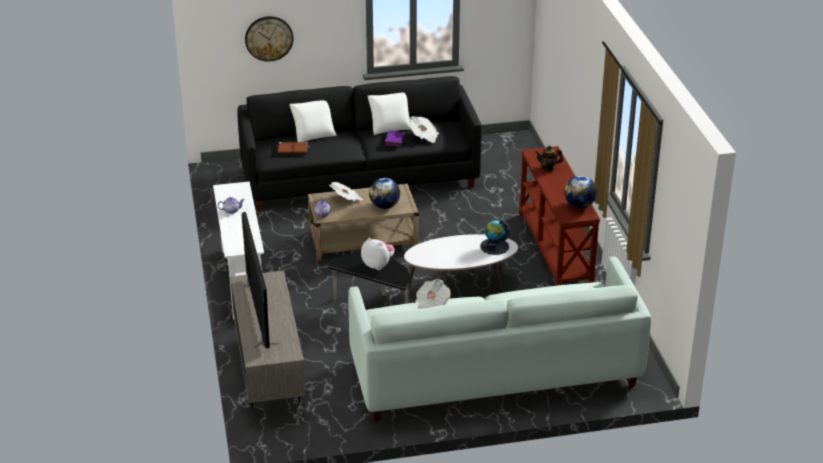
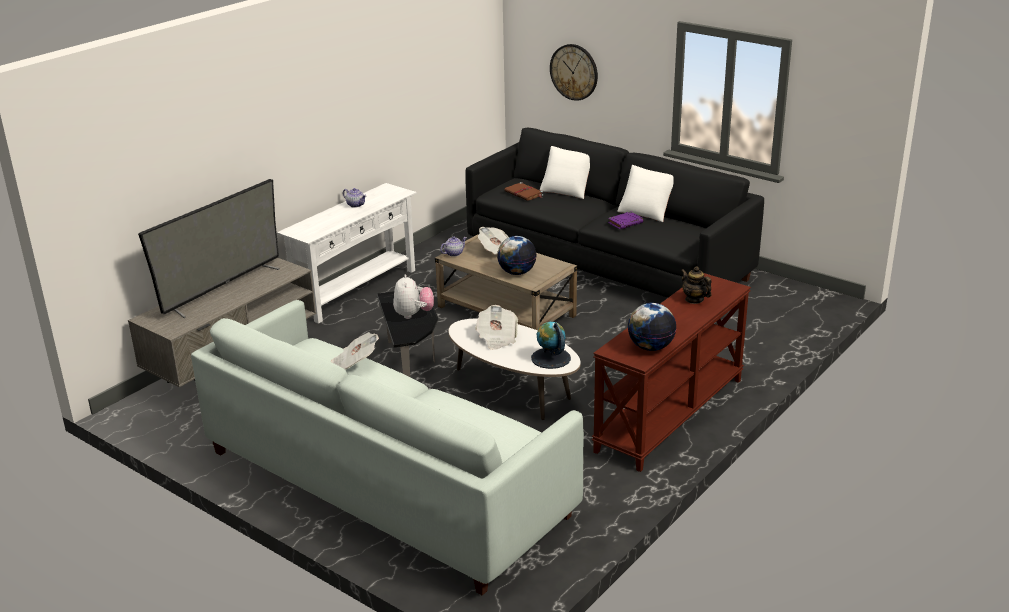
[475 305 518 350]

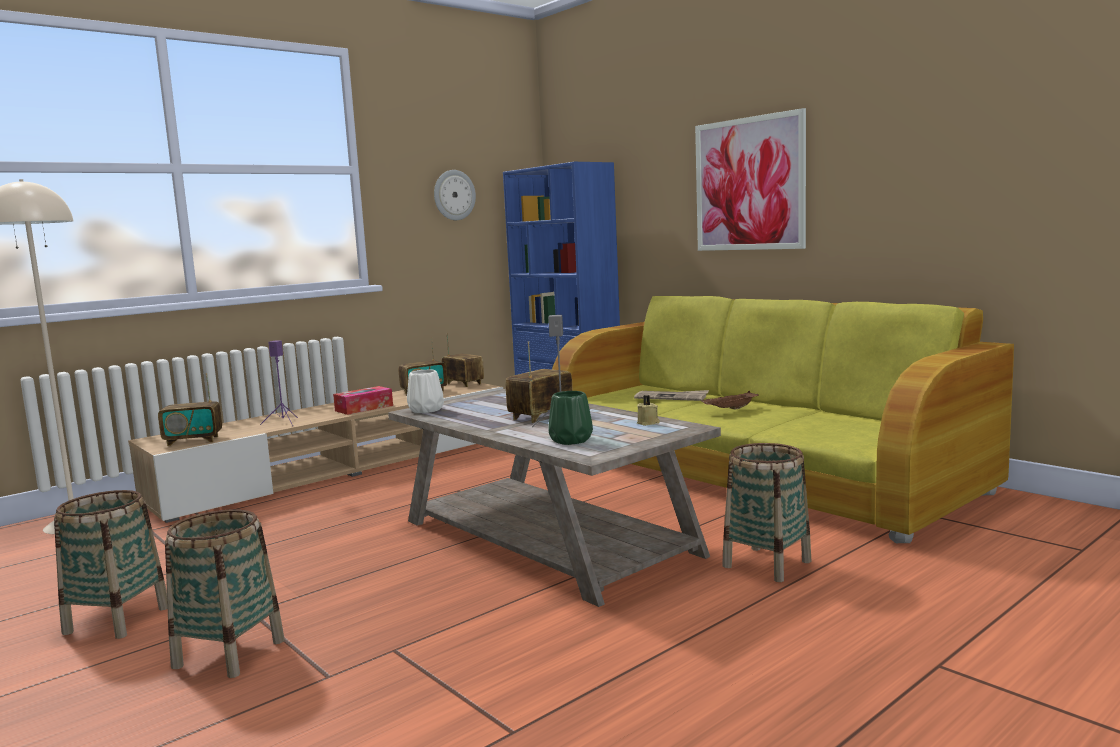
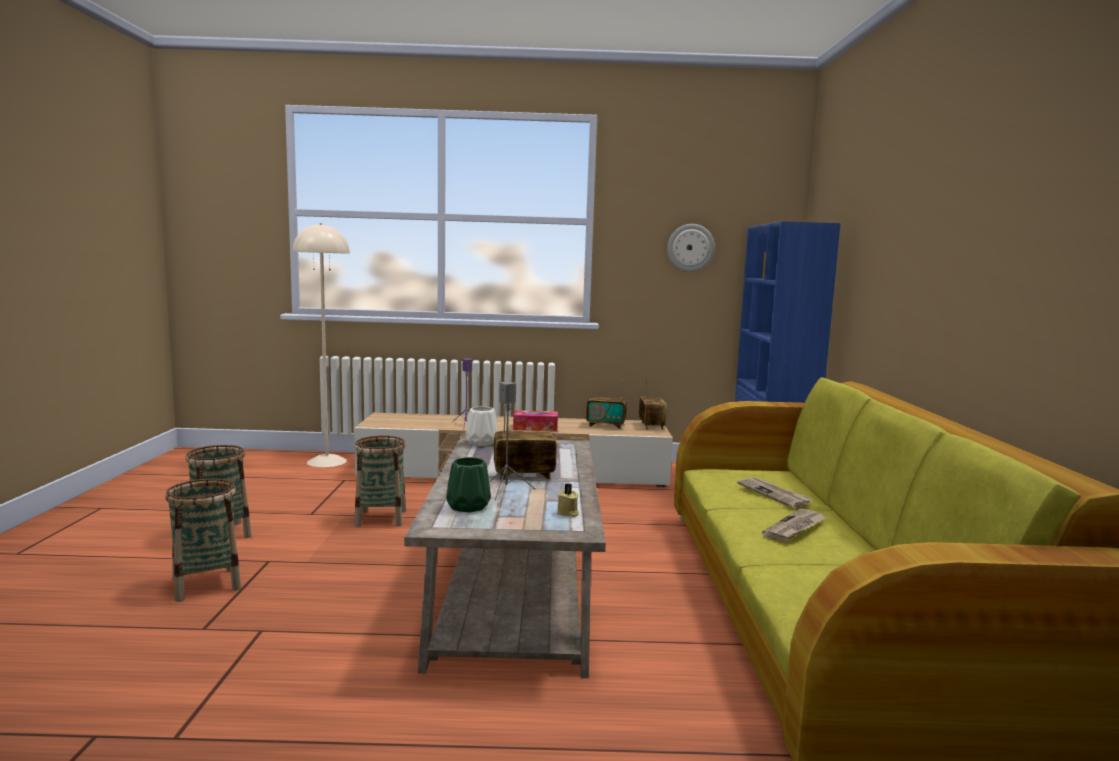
[354 436 406 527]
[762 509 827 542]
[158 373 222 446] (first image)
[695 108 806 251] (first image)

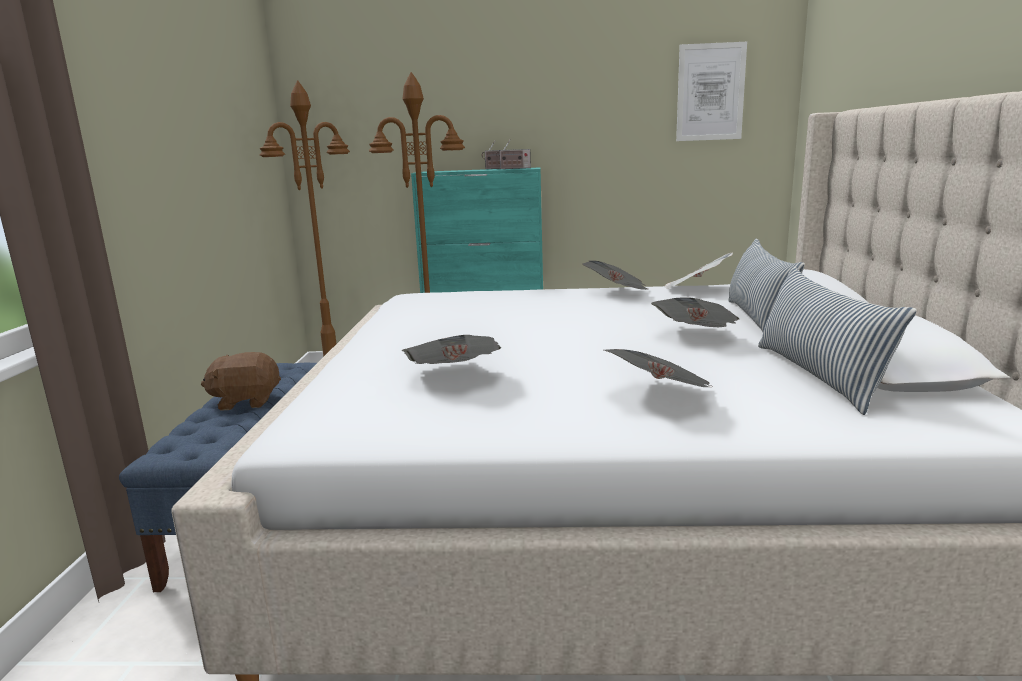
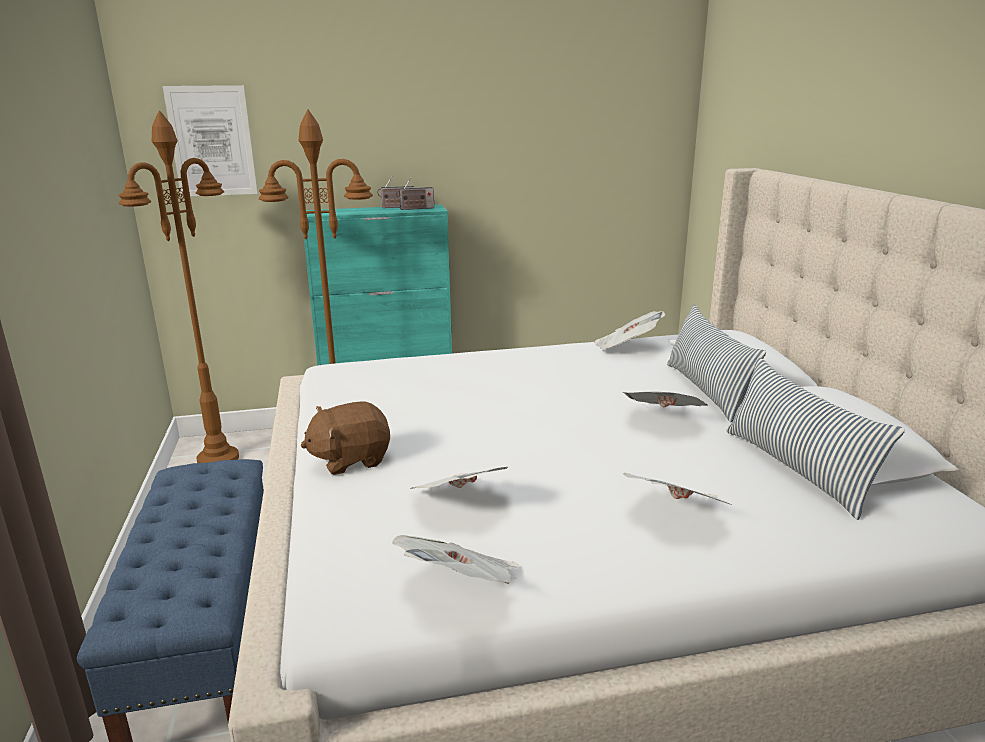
[163 85 258 197]
[301 401 390 475]
[392 535 519 584]

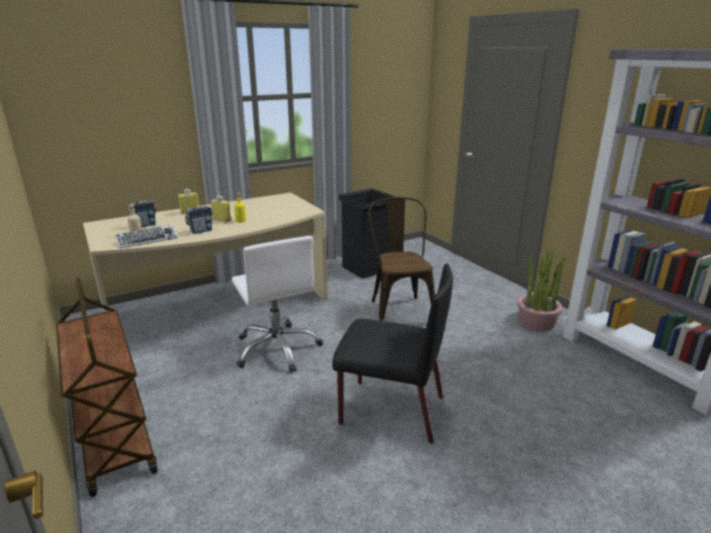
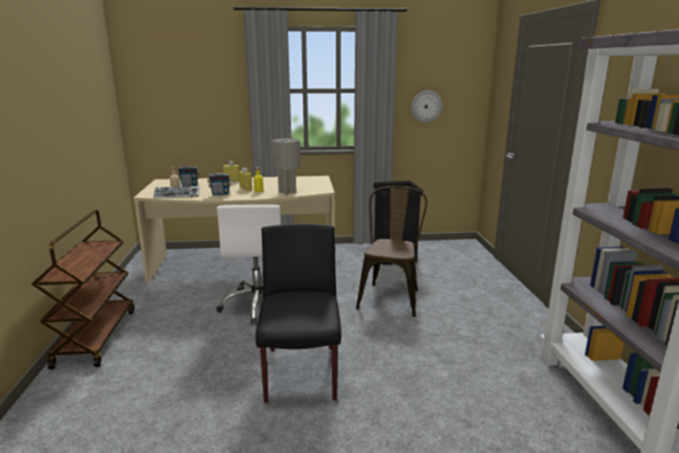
[255 224 341 403]
[271 138 301 195]
[411 91 442 123]
[517 250 566 331] (first image)

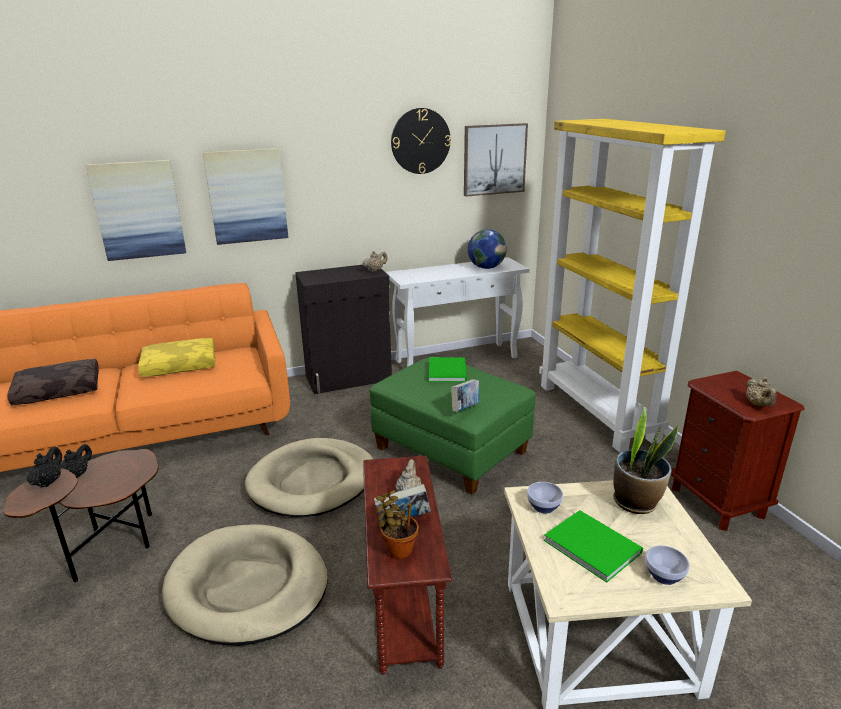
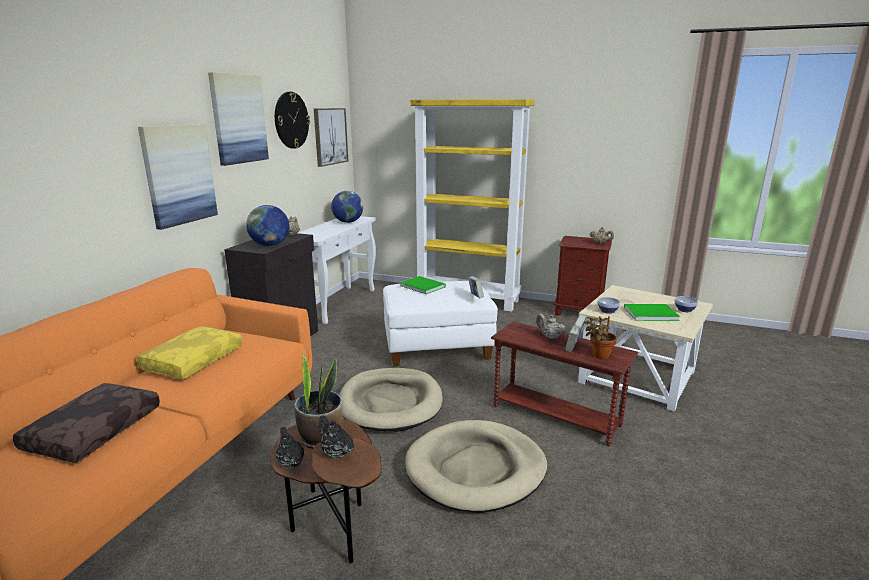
[208 72 269 166]
[246 205 289 246]
[294 353 342 449]
[383 281 498 366]

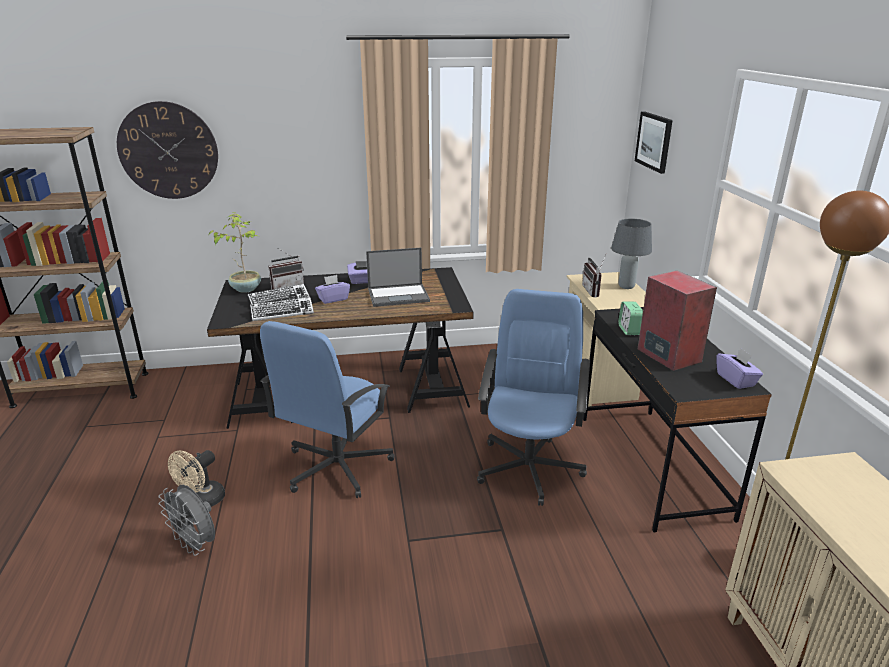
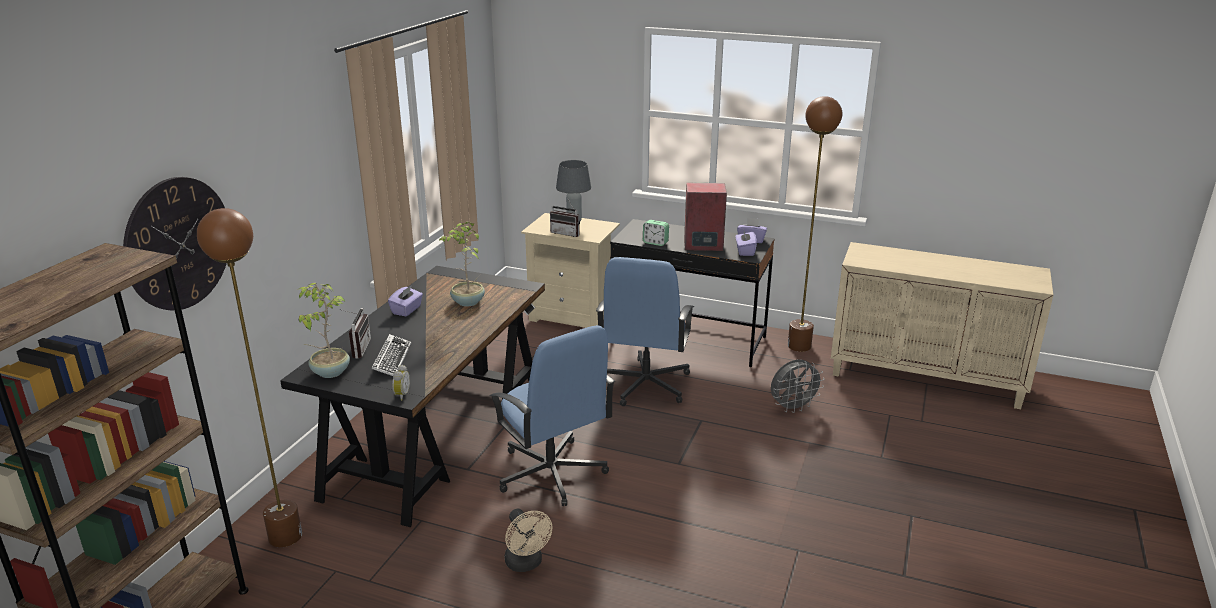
[197 208 302 547]
[392 365 410 401]
[439 221 485 307]
[596 257 694 406]
[736 228 757 256]
[771 359 825 413]
[250 297 314 321] (first image)
[635 111 673 174] (first image)

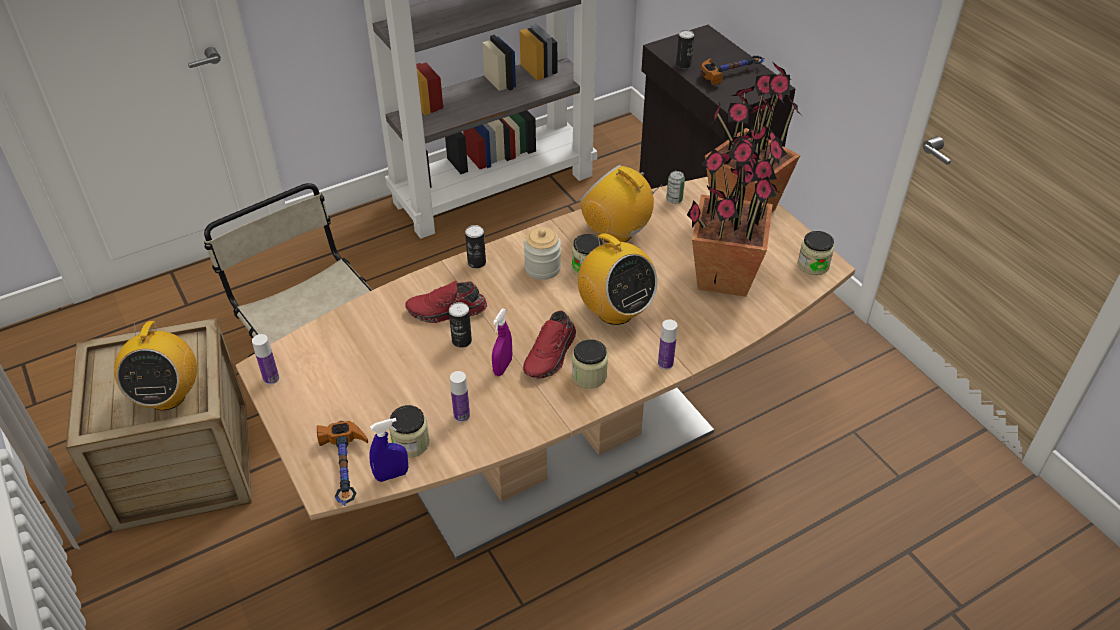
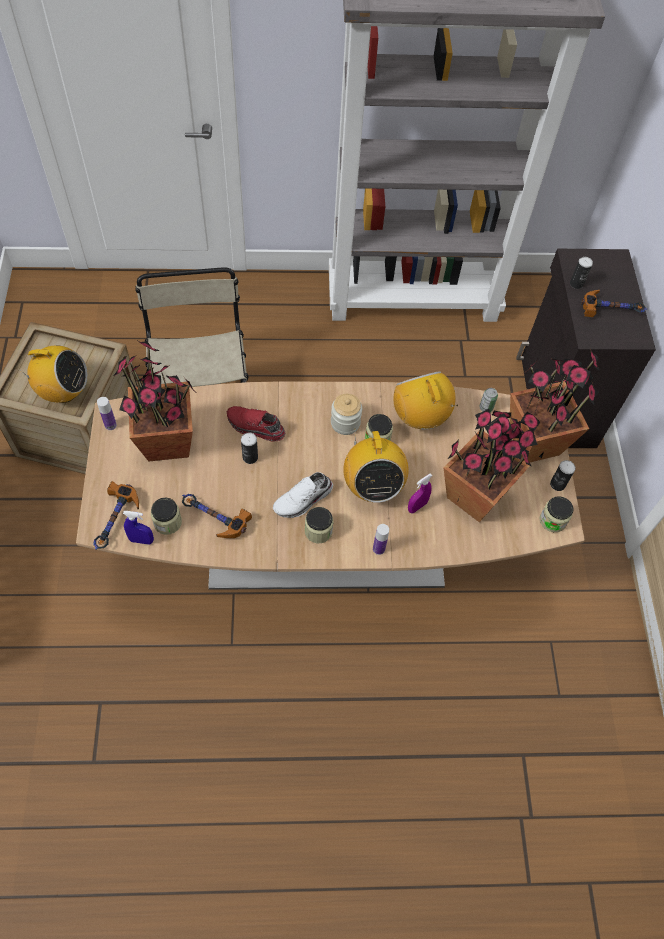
[17 345 88 403]
[113 341 195 461]
[182 494 252 538]
[273 472 333 518]
[408 473 433 513]
[550 460 576 491]

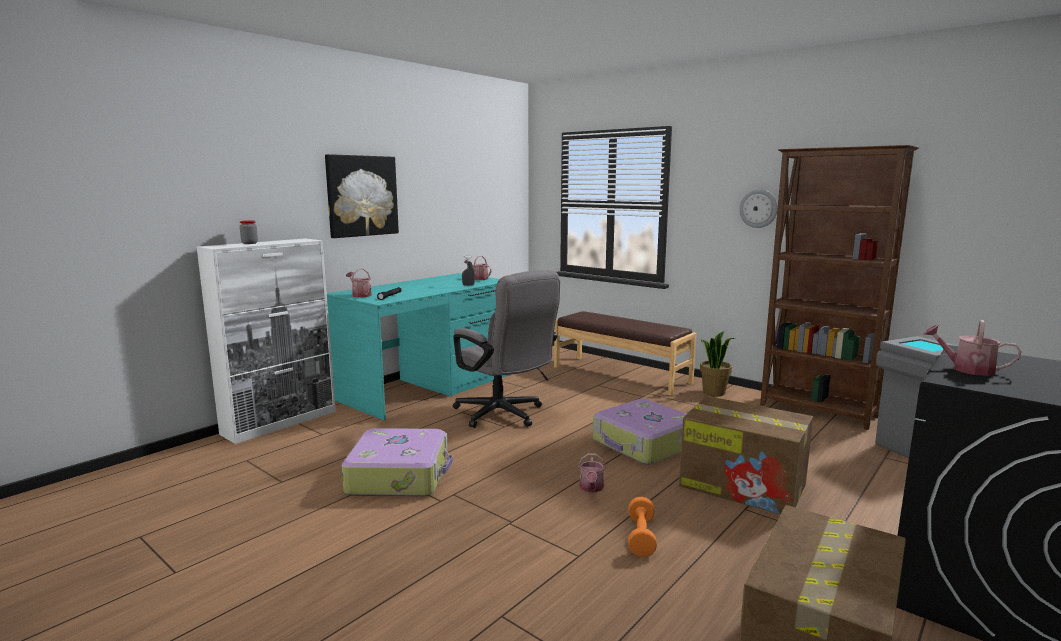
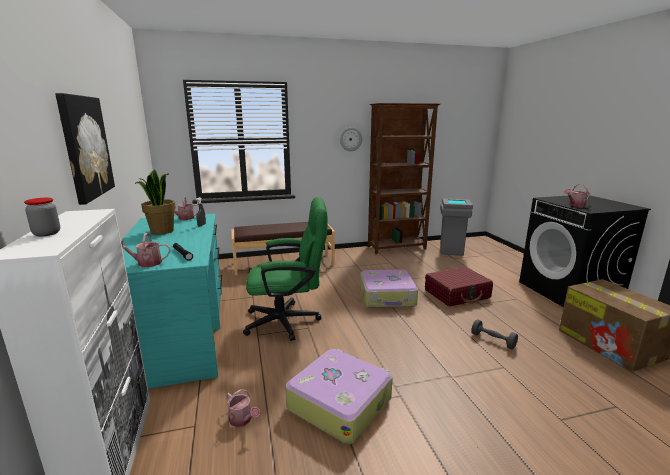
[135 169 176 235]
[226 389 260 427]
[243 197 327 341]
[425 267 493 306]
[471 319 518 349]

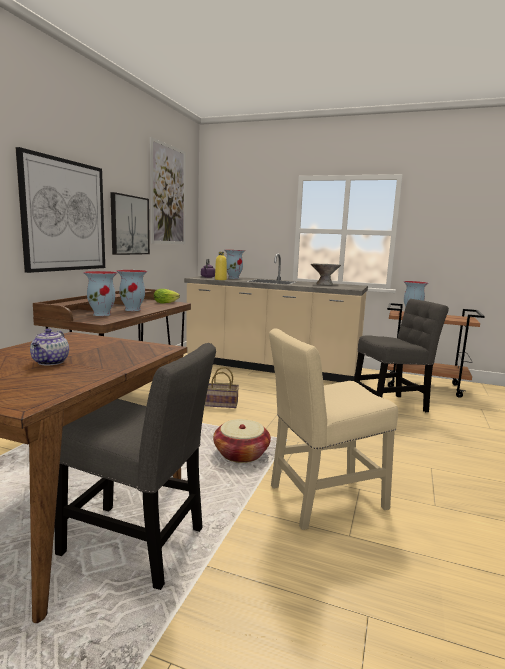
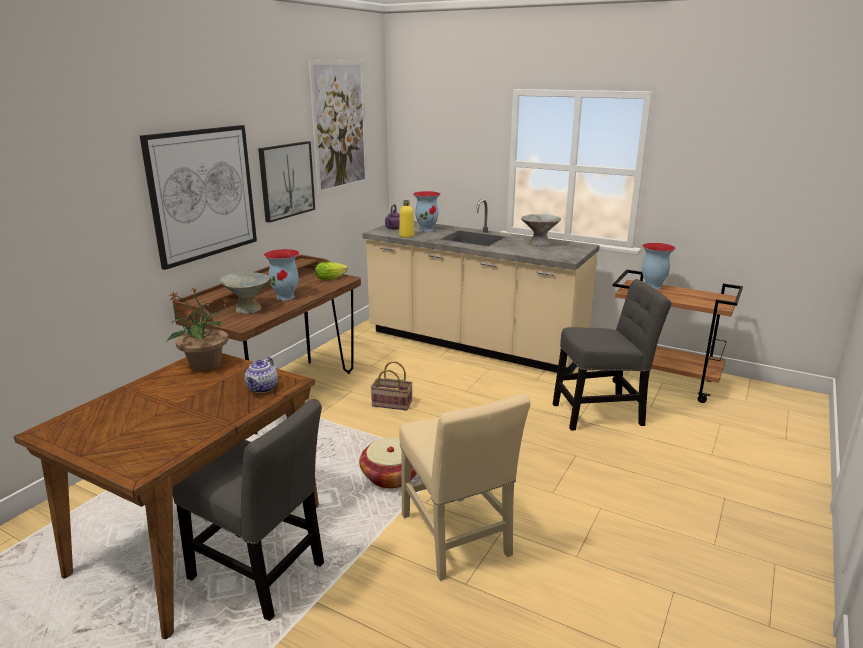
[167 287 228 371]
[219 272 270 314]
[245 357 278 393]
[399 394 530 581]

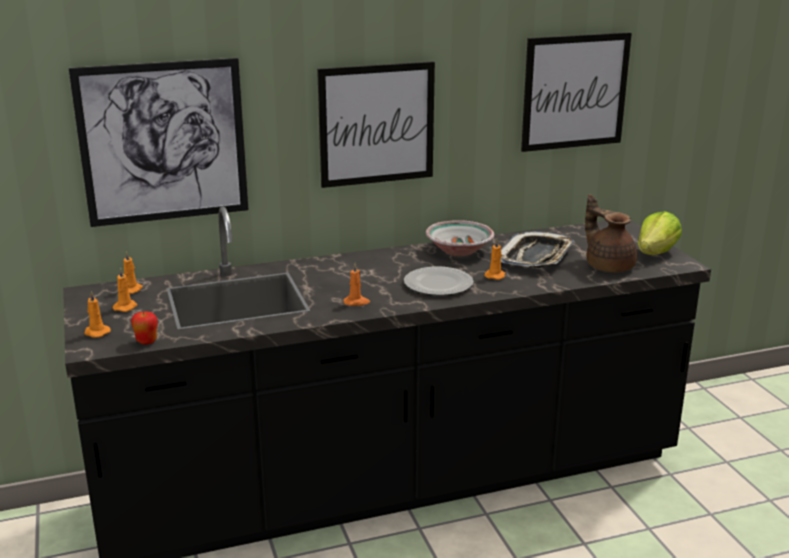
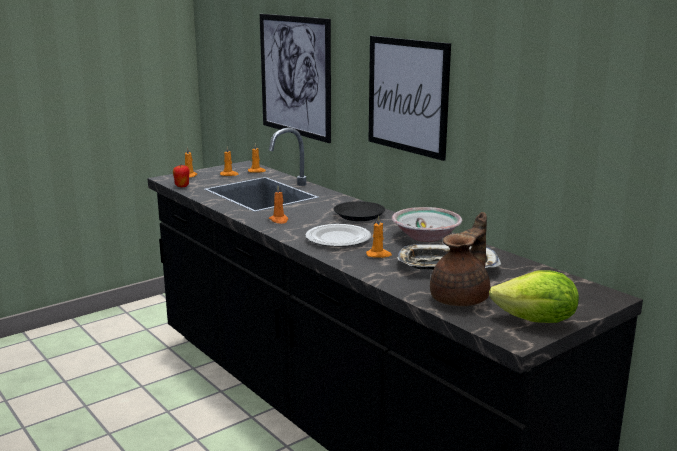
[334 201 385 221]
[521 32 632 152] (first image)

